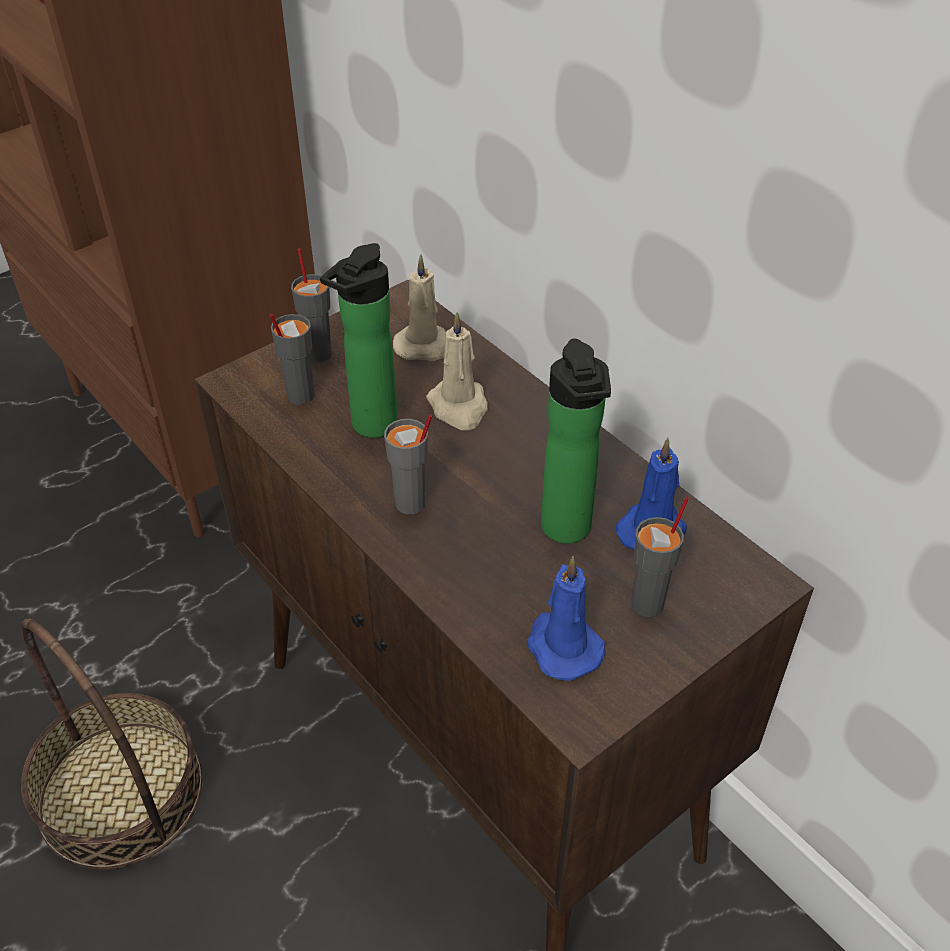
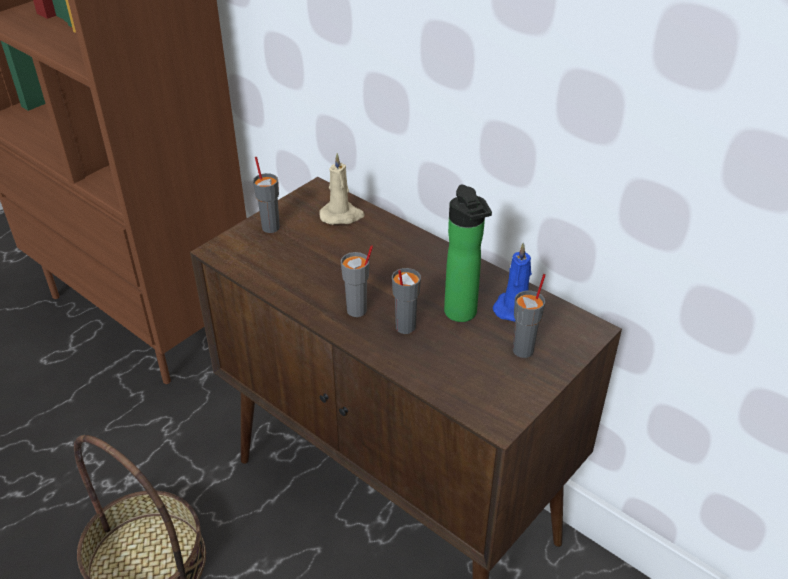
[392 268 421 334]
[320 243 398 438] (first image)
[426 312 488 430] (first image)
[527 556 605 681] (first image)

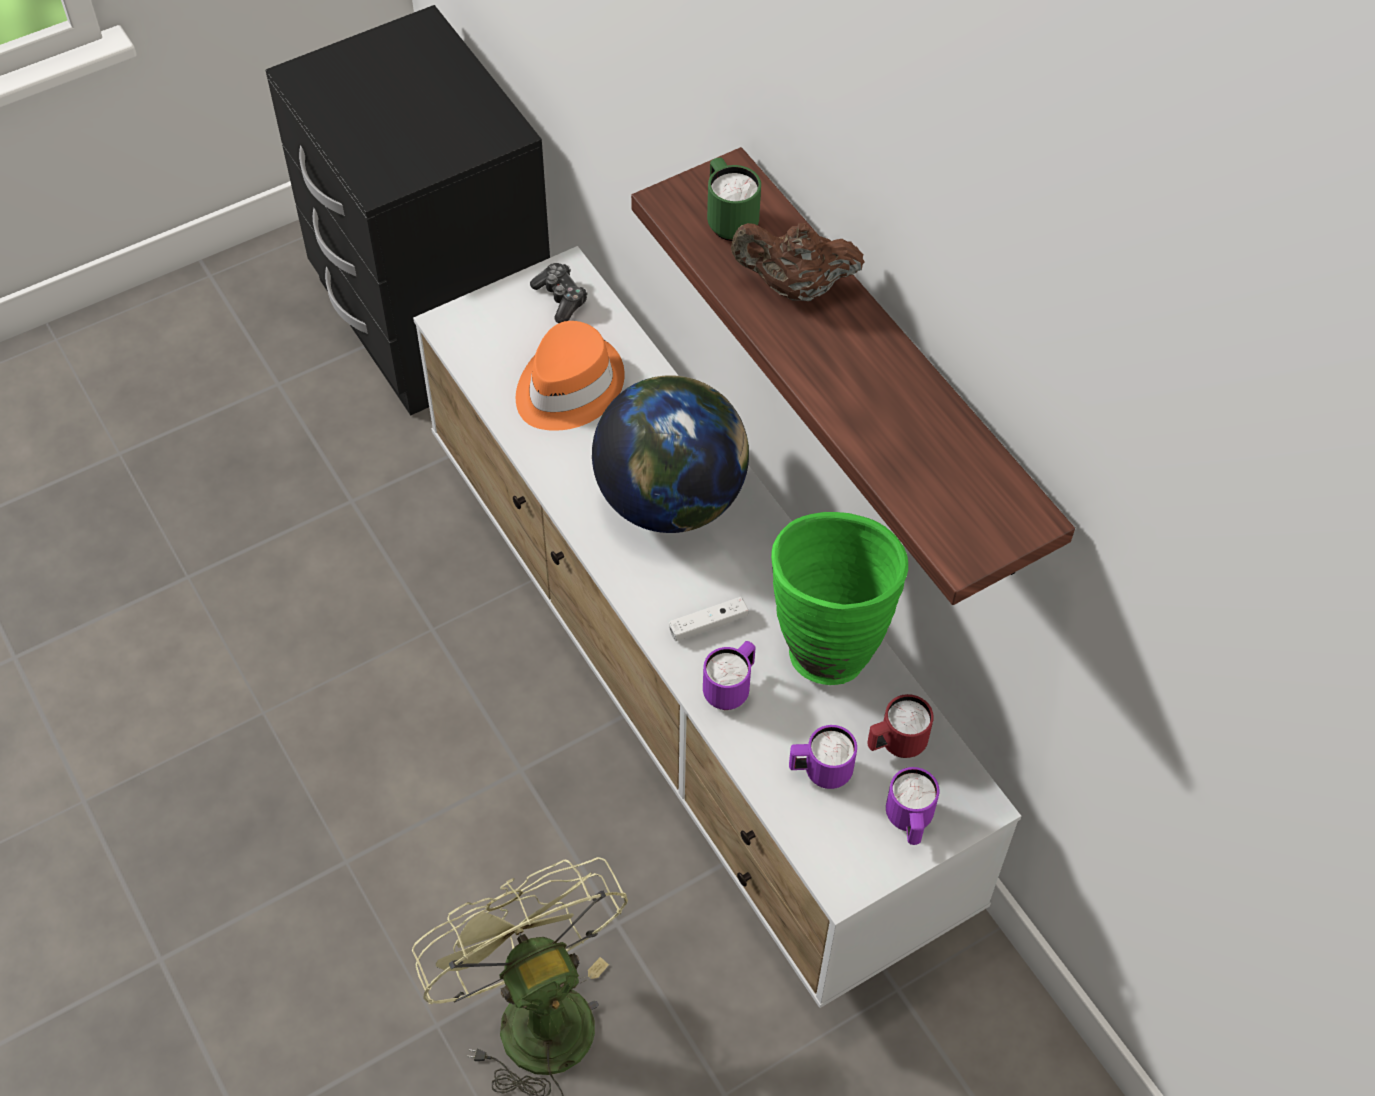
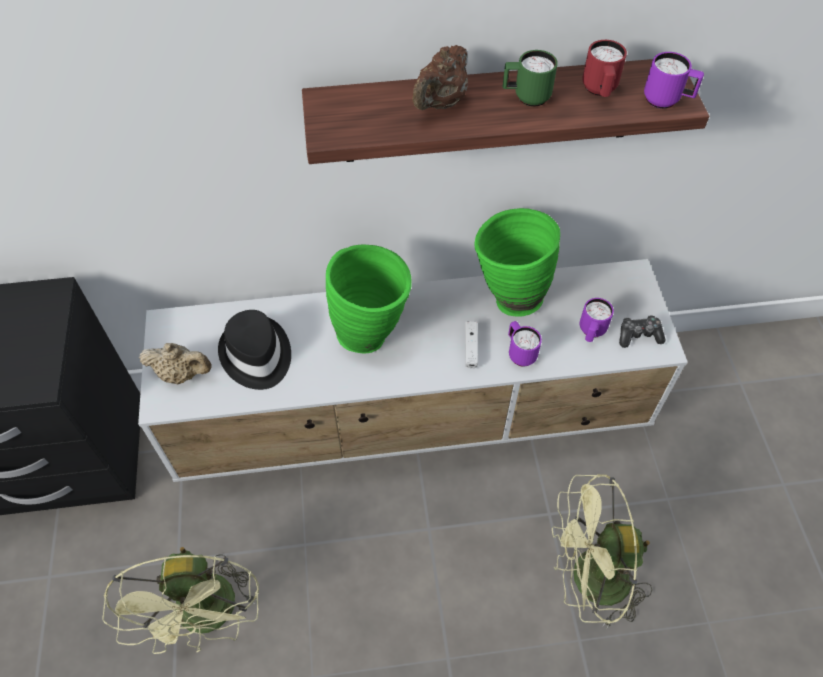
[102 547 259 654]
[139 343 212 384]
[218 310 291 390]
[326 244 411 353]
[503 50 558 107]
[583 40 627 97]
[619 315 666 348]
[644 52 704 109]

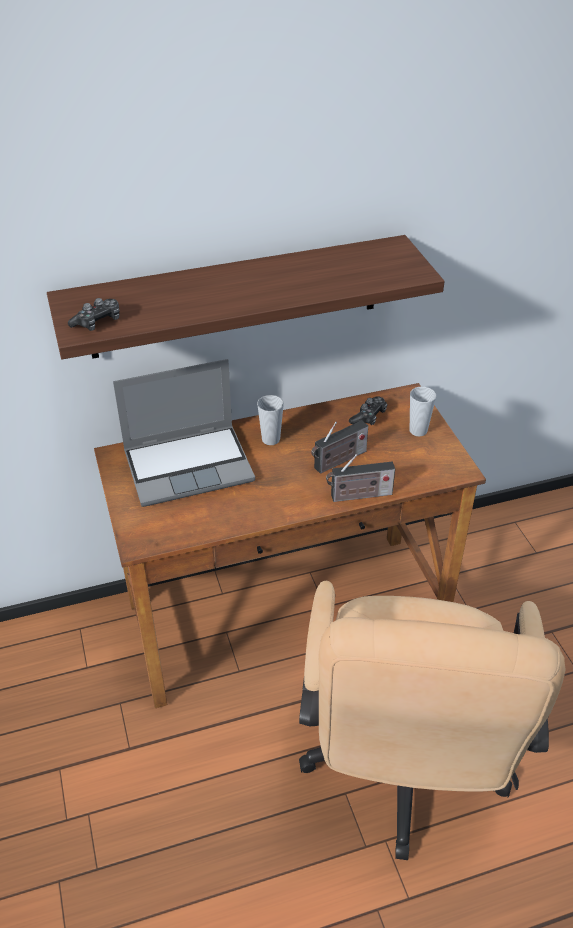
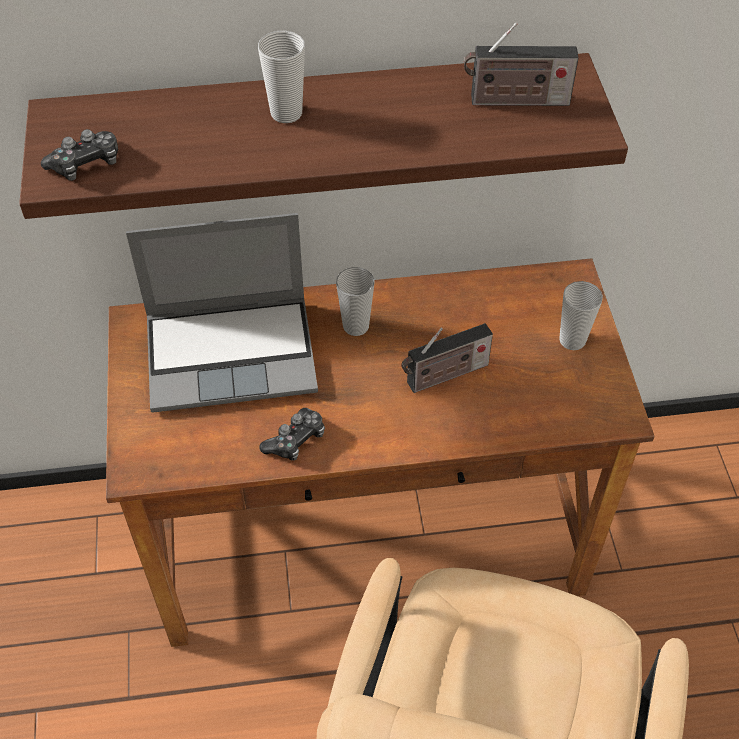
[258 31 305 123]
[259 408 325 461]
[464 23 579 106]

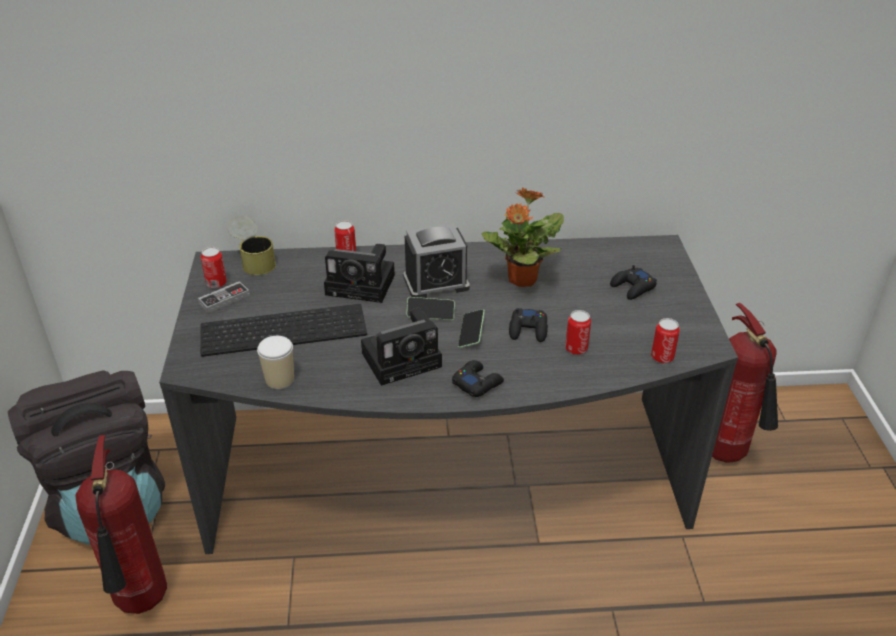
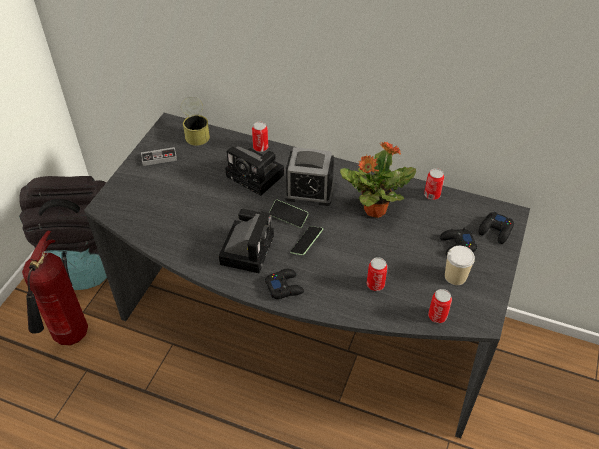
[219 209 274 273]
[424 168 444 200]
[445 246 475 285]
[479 212 514 244]
[200 304 367 357] (first image)
[712 303 778 463] (first image)

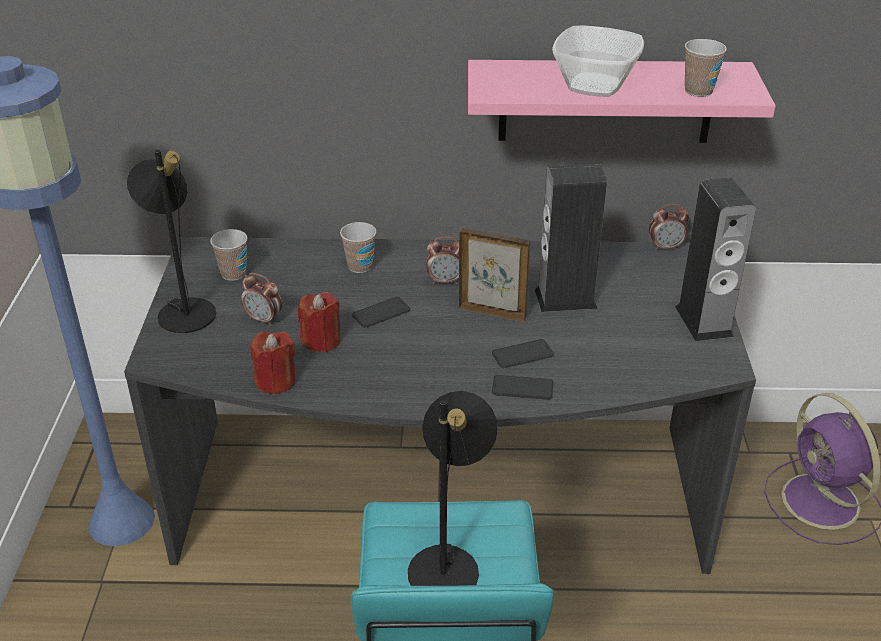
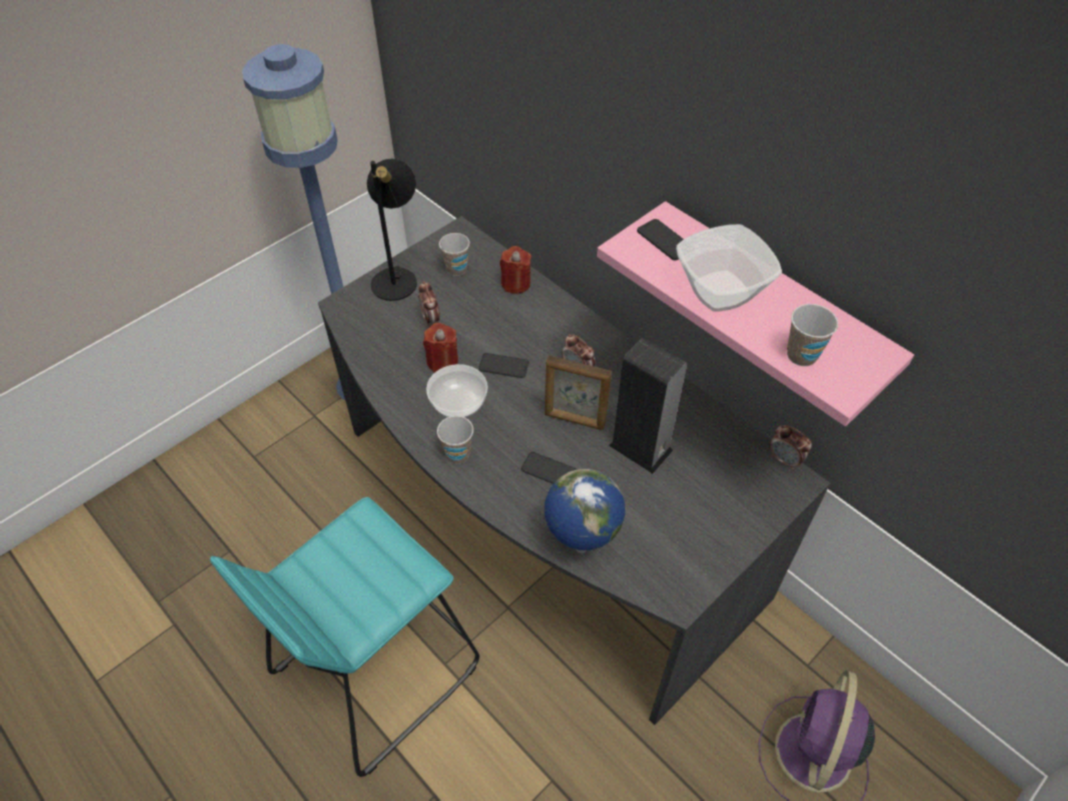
[426 364 488 417]
[437 416 474 464]
[500 246 531 294]
[545 355 612 430]
[545 469 625 553]
[637 219 684 260]
[408 391 498 586] (first image)
[675 178 756 341] (first image)

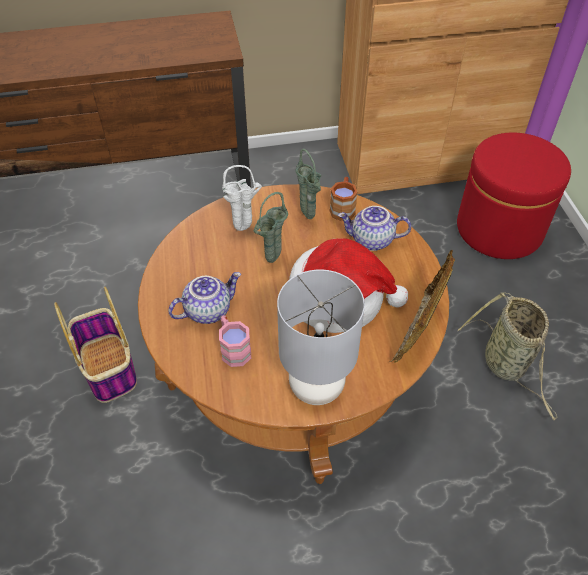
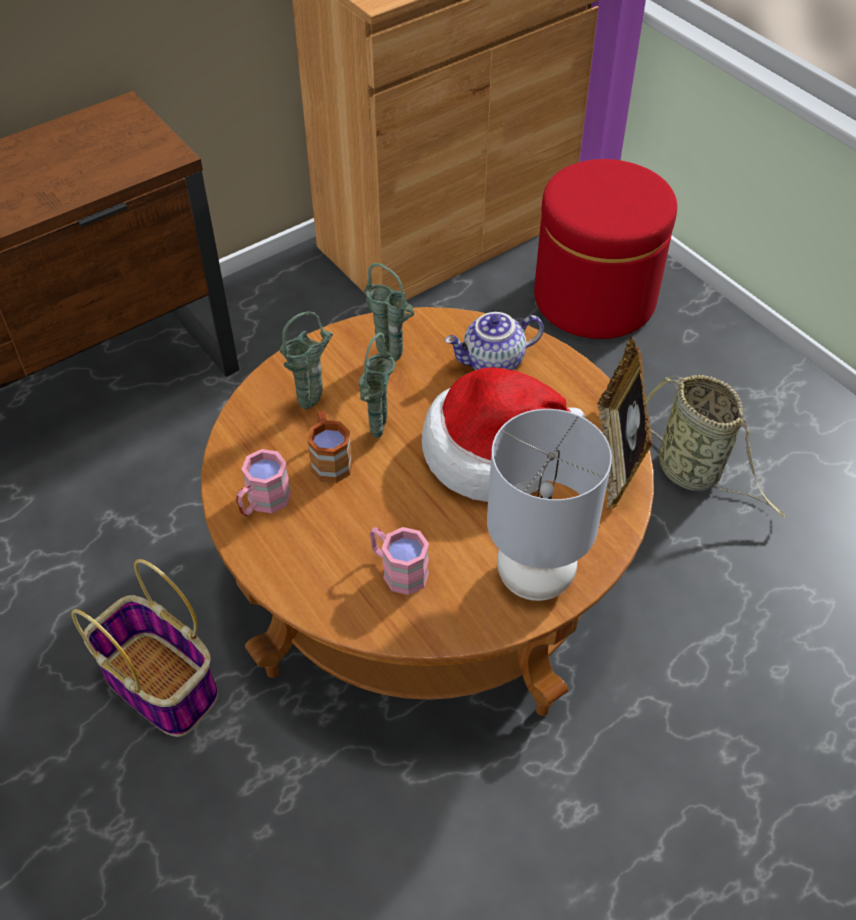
[236 449 291 516]
[280 311 333 409]
[307 411 353 483]
[168 272 241 324] (first image)

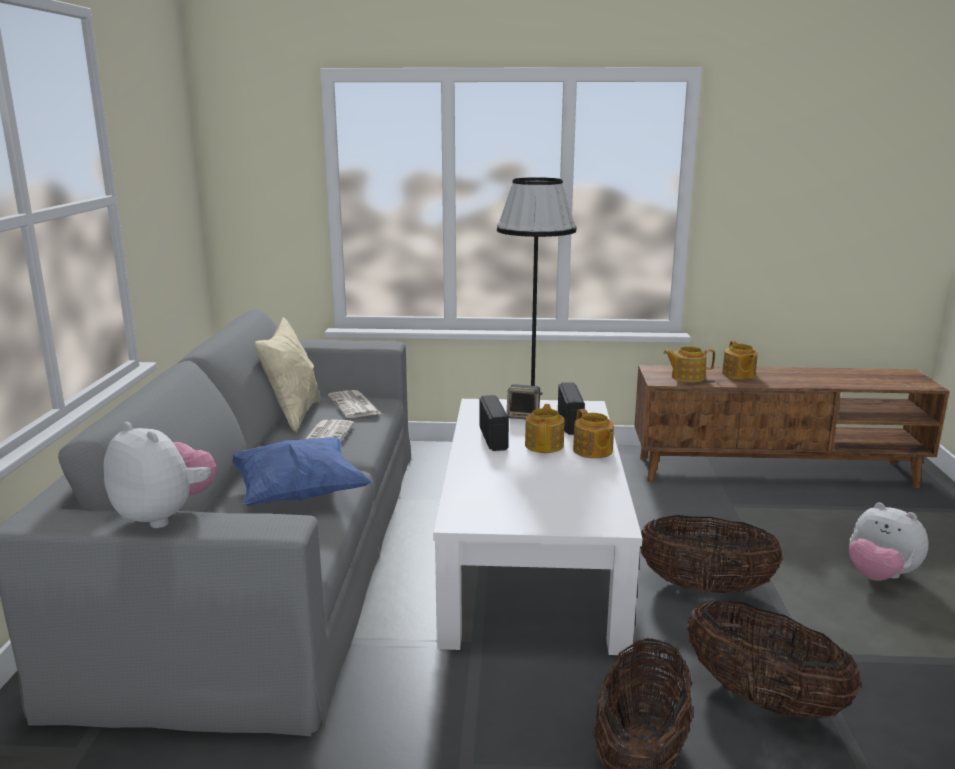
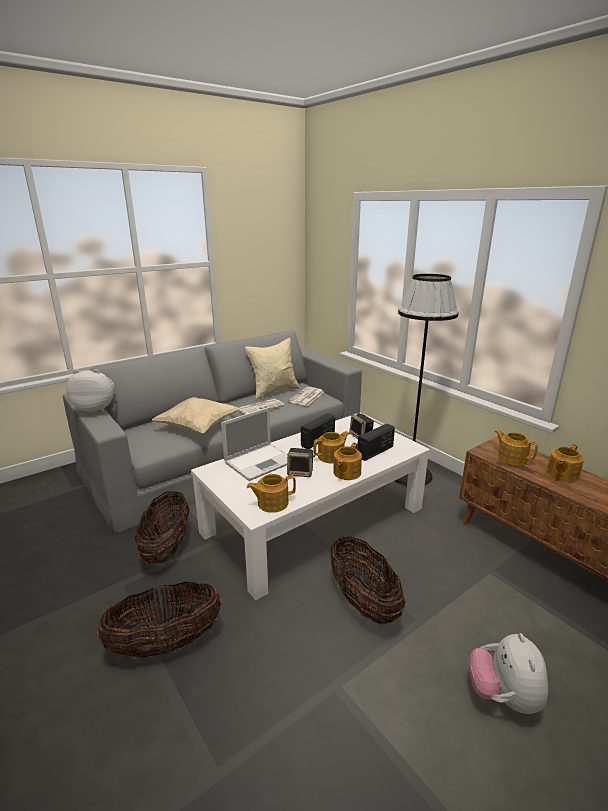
[66 369 114 414]
[135 491 190 564]
[152 397 241 434]
[221 407 288 481]
[247 474 296 513]
[287 448 315 477]

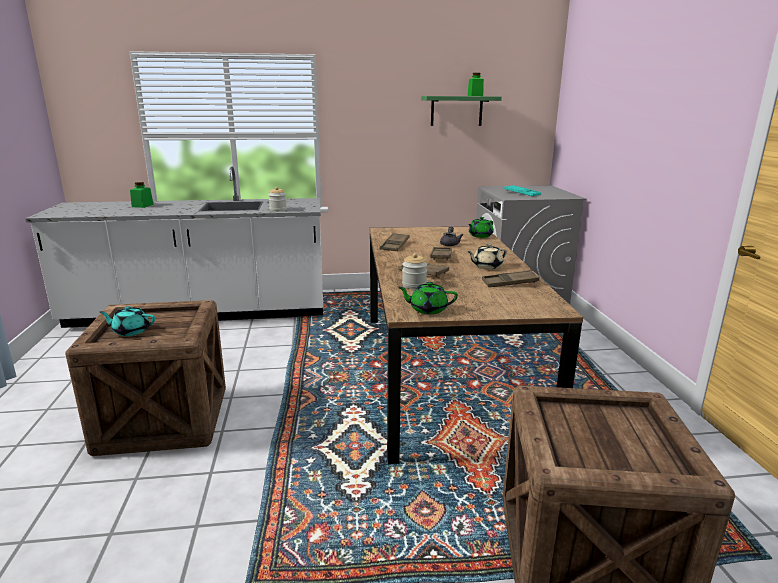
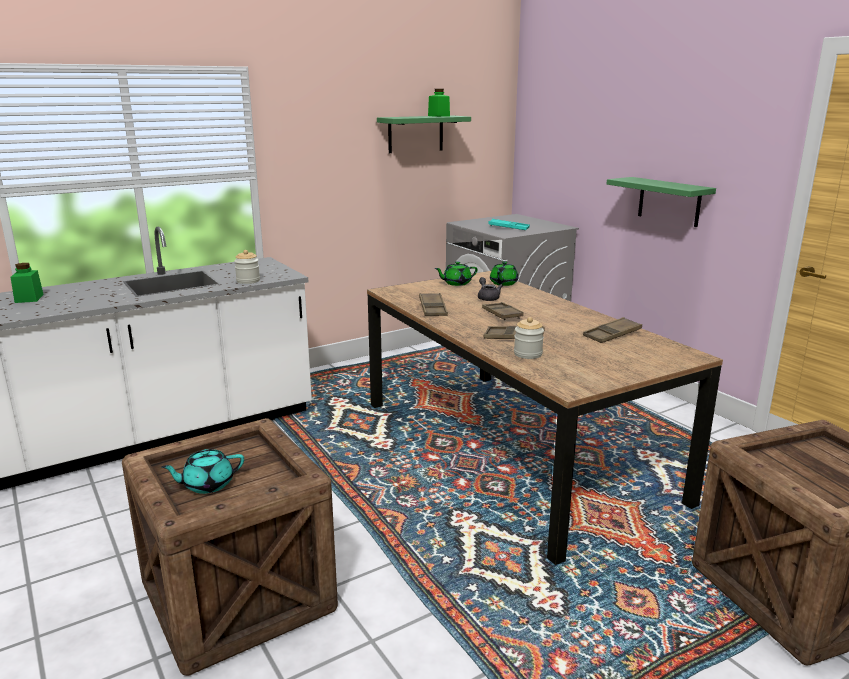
[435 261 478 286]
[607 177 716 227]
[468 244 507 269] (first image)

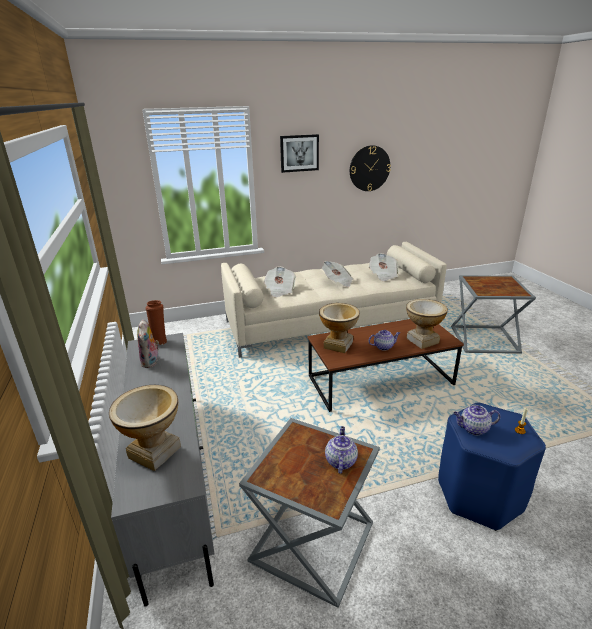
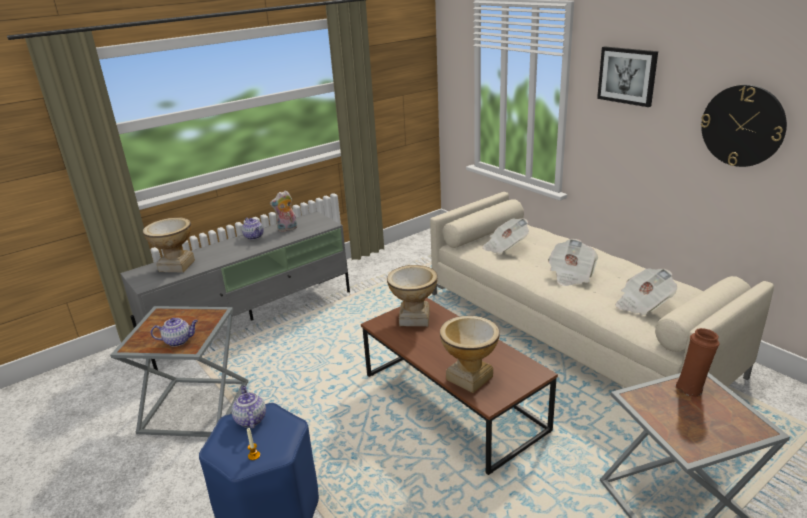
[242 218 264 240]
[674 328 719 397]

